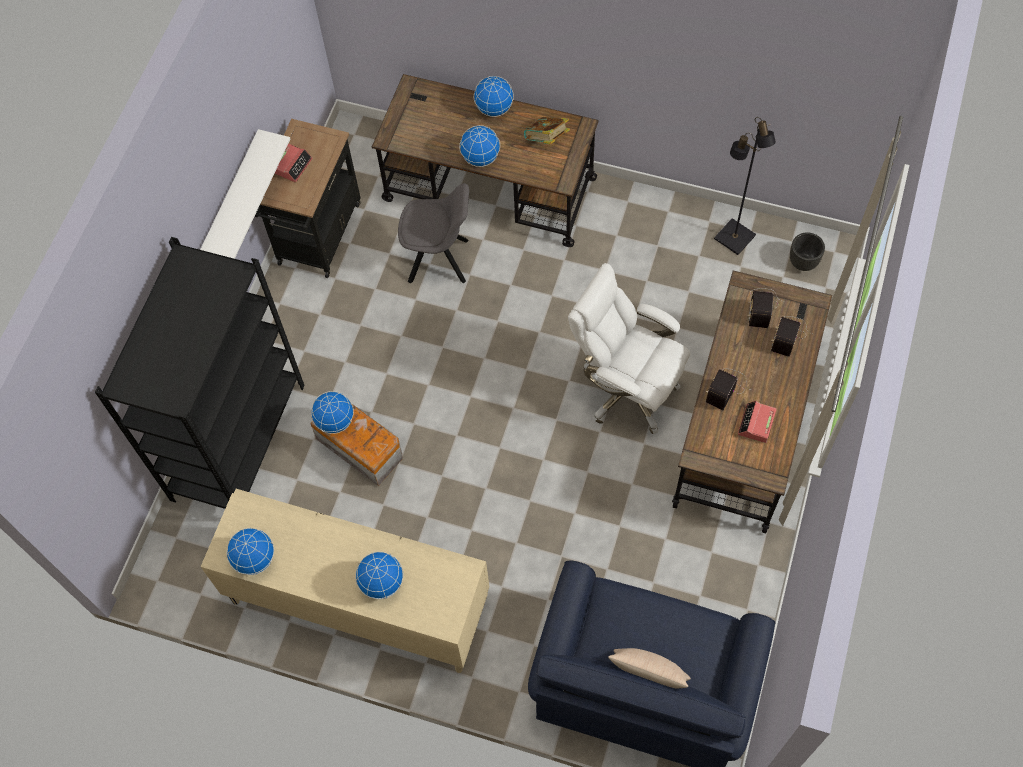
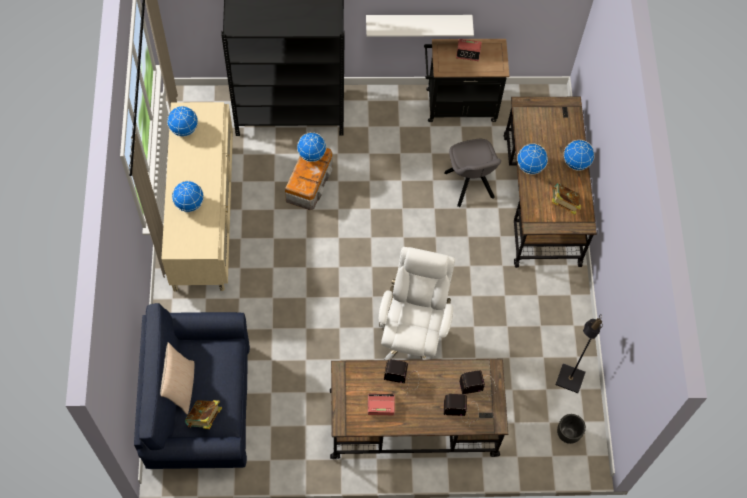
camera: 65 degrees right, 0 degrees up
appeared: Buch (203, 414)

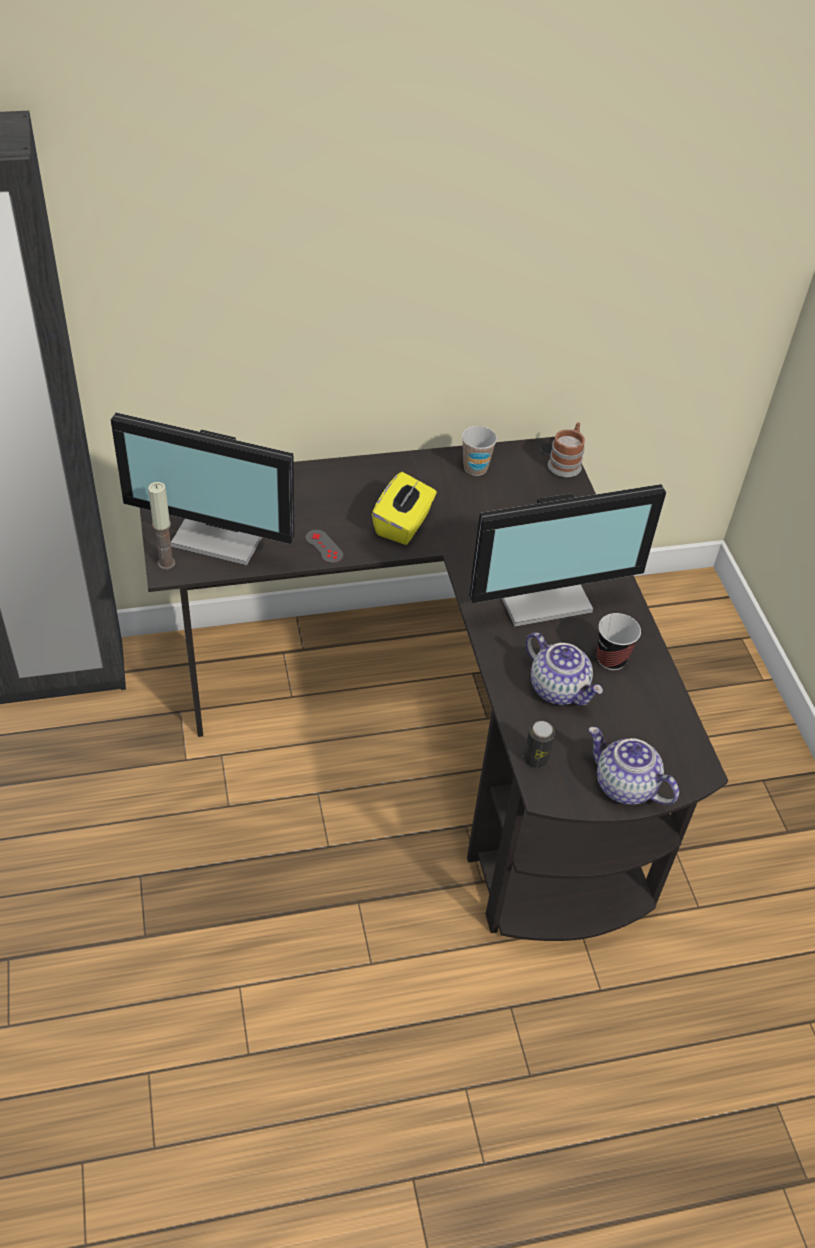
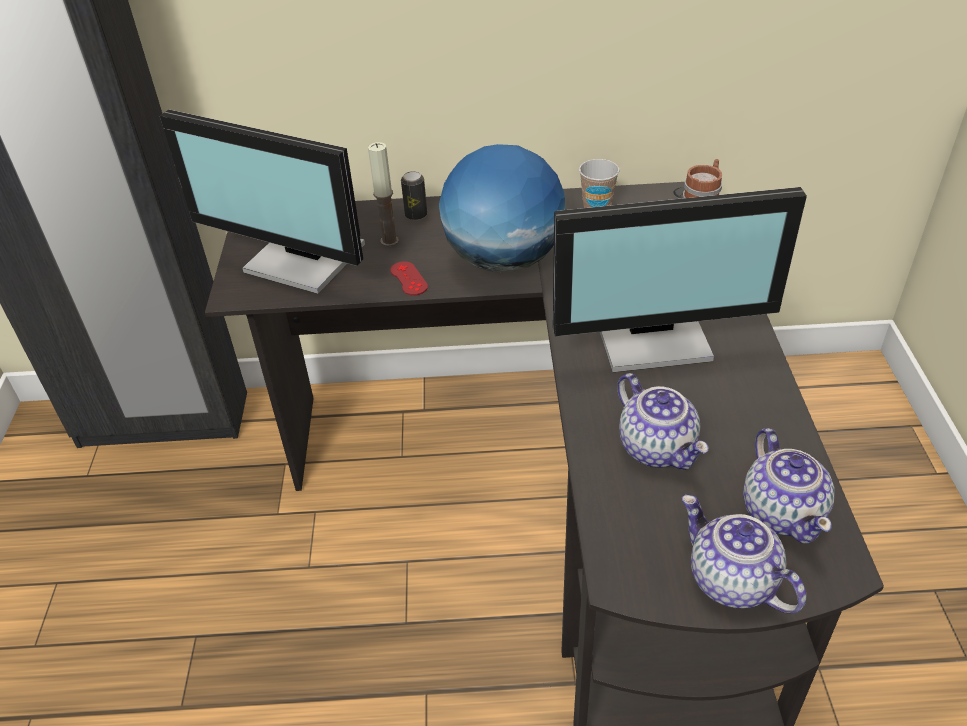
camera: 15 degrees right, 5 degrees down
missing: Tasse (619, 641)
appeared: Teekanne (789, 486)
relocated: Kerze (161, 526) to (383, 194); Dose (539, 744) to (414, 195)
exchanged: Taschentuchbox [gelb] (404, 508) to Globus (502, 208)
colour: Gamepad [grau] (324, 546) to Gamepad [rot] (409, 278)

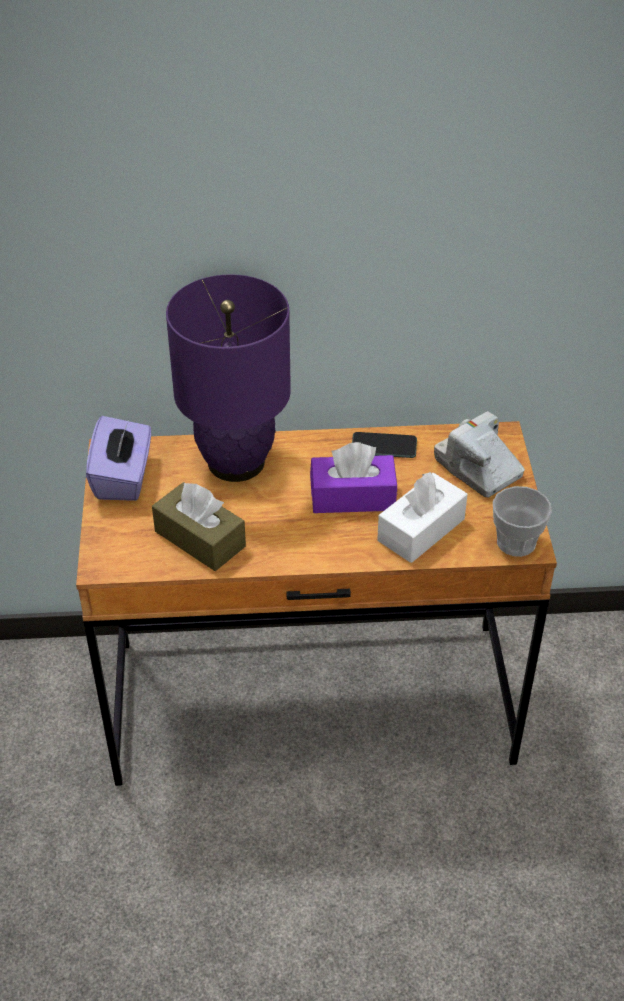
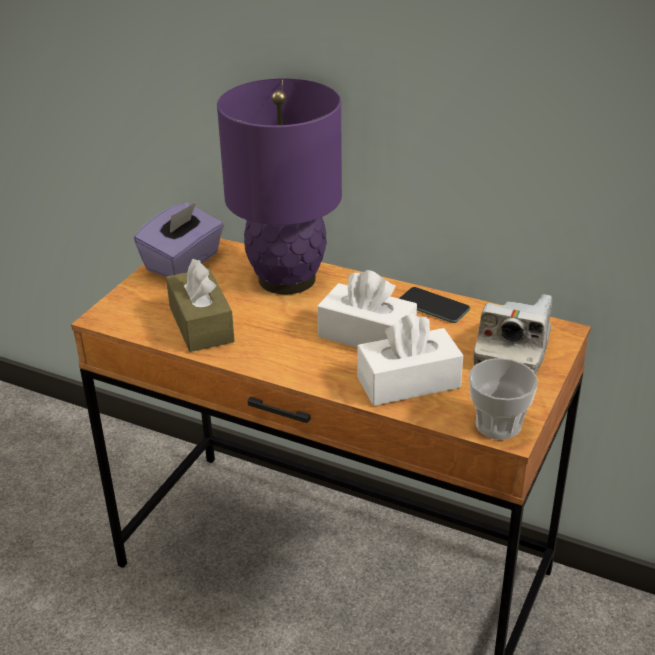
camera: 30 degrees right, 10 degrees down
colour: Taschentuchbox [lila] (353, 477) to Taschentuchbox [weiß] (367, 309)
spun: Kamera (479, 454) = (513, 334) 150 degrees counterclockwise

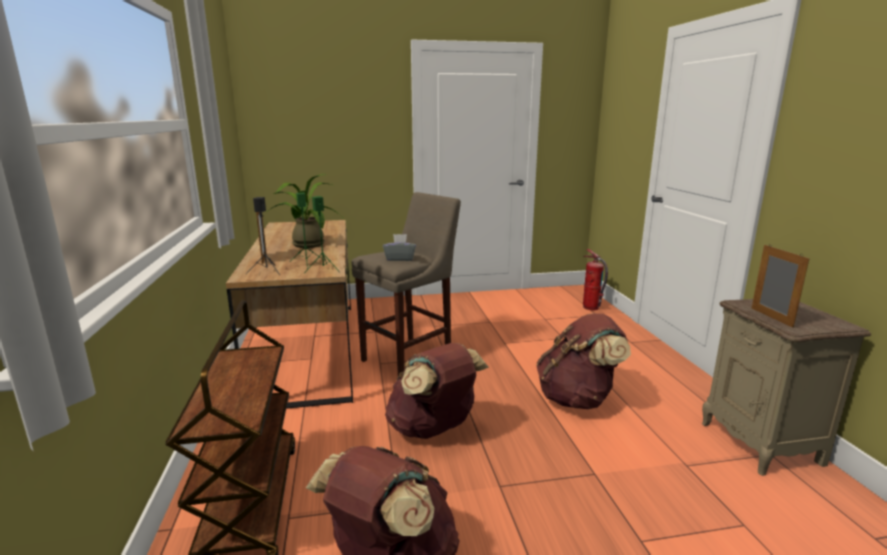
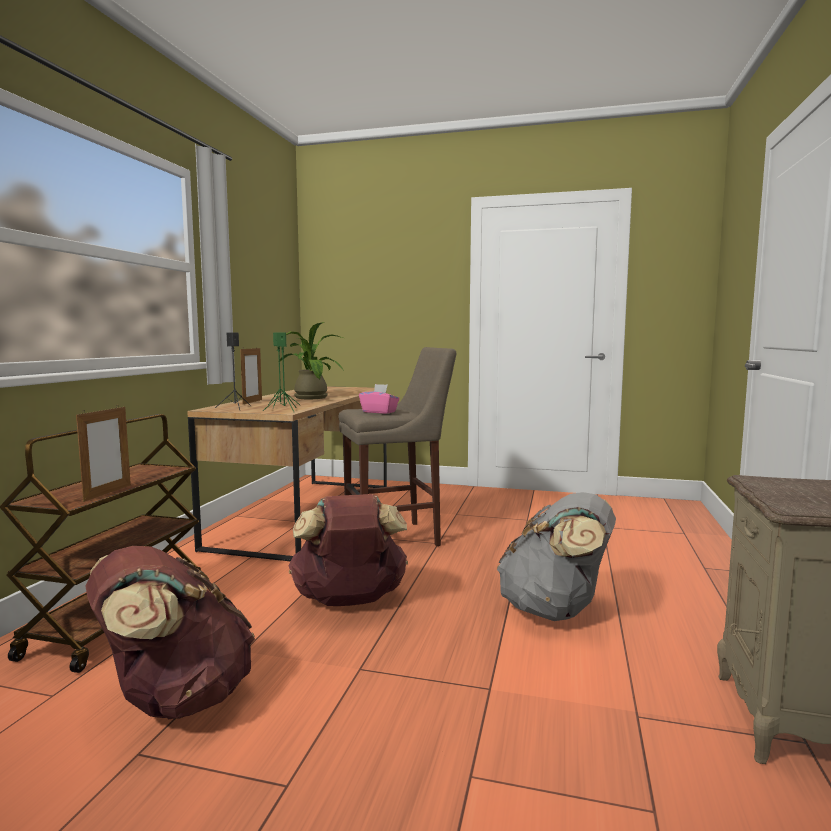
camera: 25 degrees right, 10 degrees down
missing: Feuerlöscher (595, 279)
relocated: Bilderrahmen (781, 286) to (103, 453)
colour: Taschentuchbox [grau] (399, 247) to Taschentuchbox [rosa] (379, 399); Rucksack [braun] (583, 361) to Rucksack [grau] (556, 556)

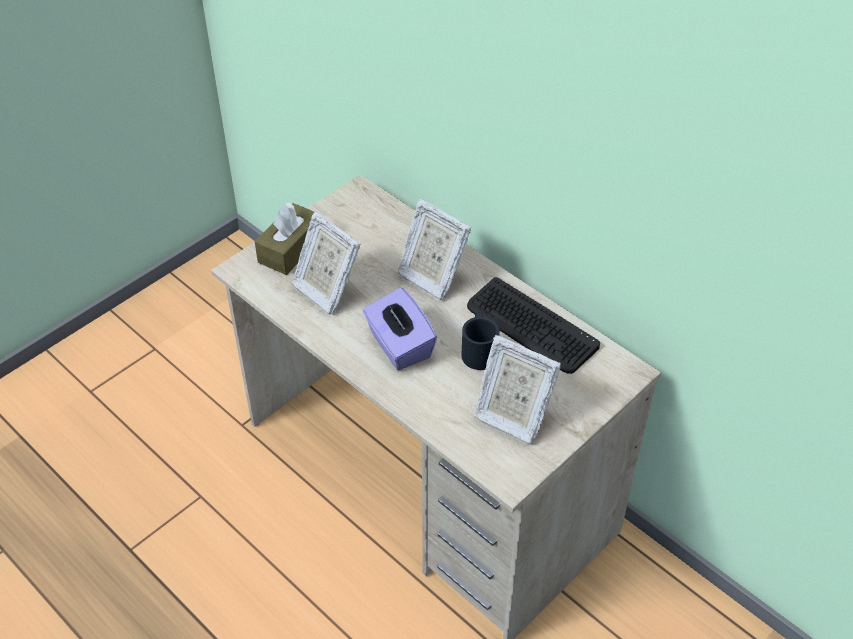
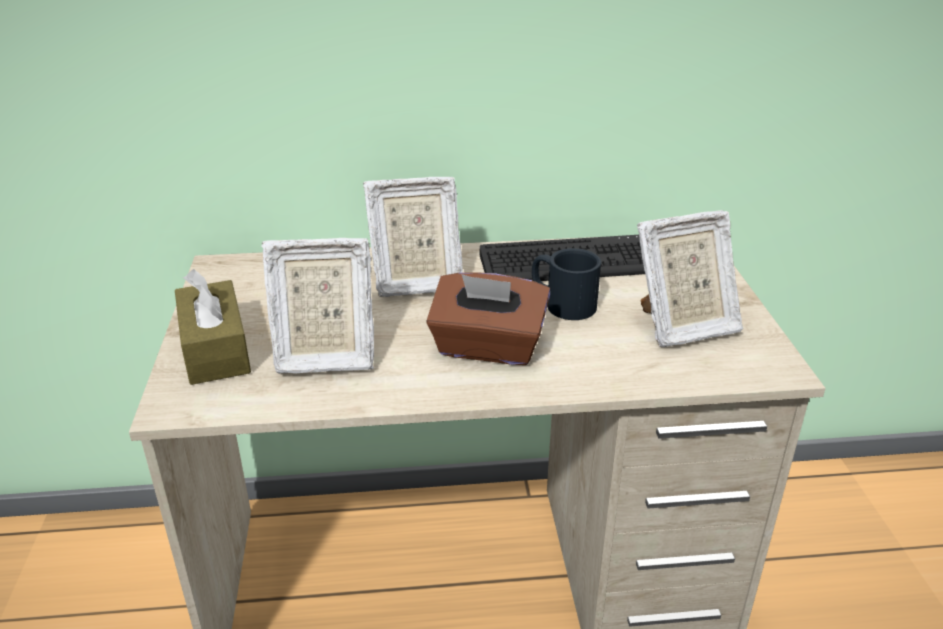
camera: 50 degrees left, 15 degrees down
colour: Taschentuchbox [lila] (400, 329) to Taschentuchbox [braun] (488, 318)

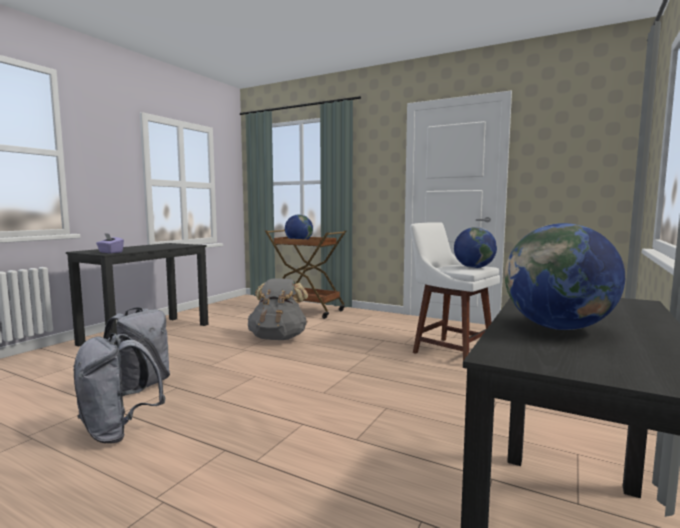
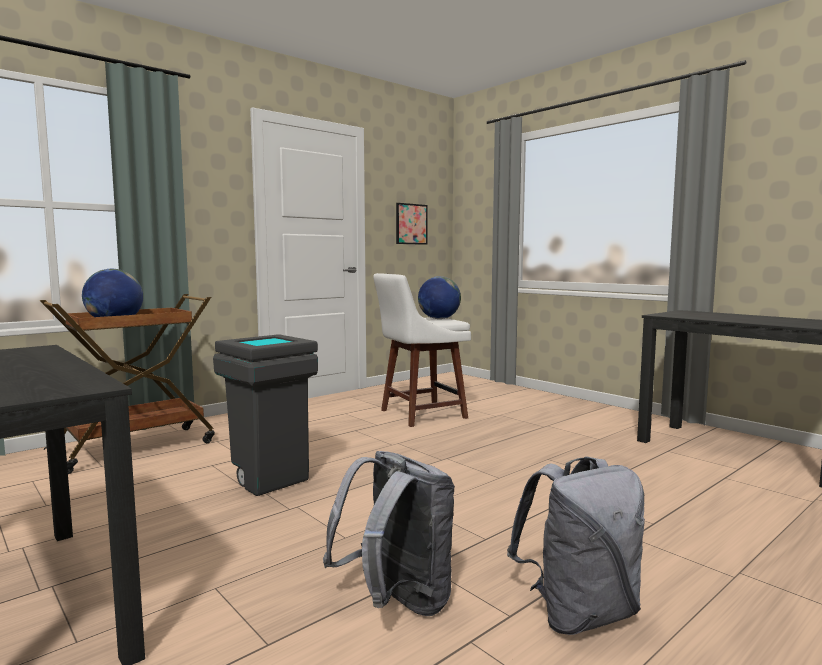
camera: 70 degrees left, 0 degrees up
missing: Taschentuchbox [lila] (110, 243); Globus (565, 276)
appeared: Bild (412, 224)
exchanged: Rucksack [grau] (278, 309) to Mülleimer [grau] (265, 415)

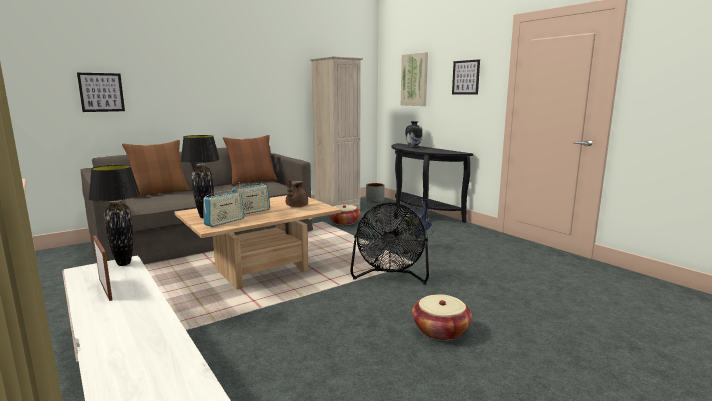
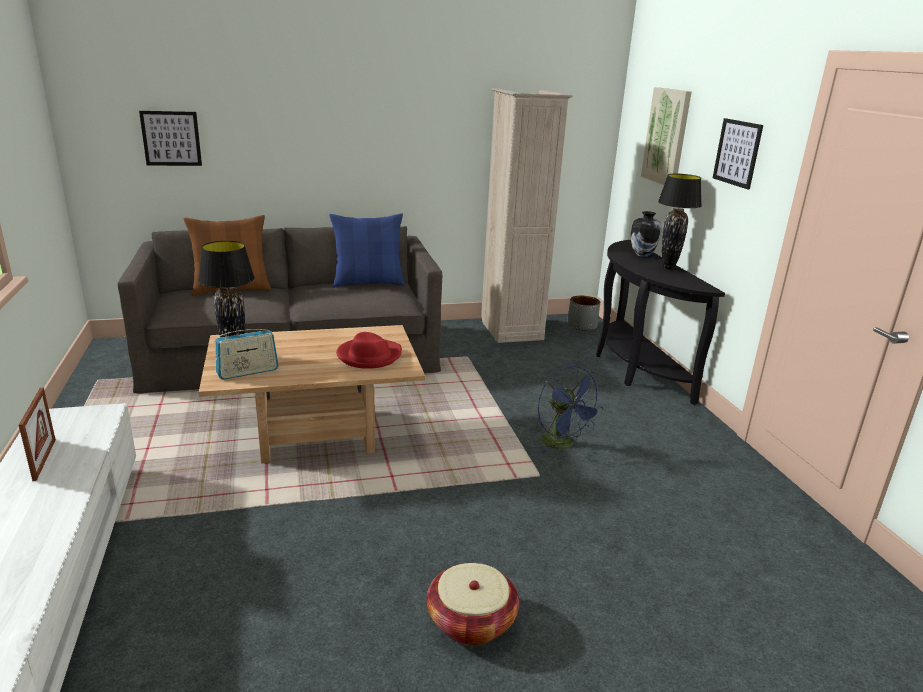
camera: 20 degrees right, 10 degrees up
missing: Radio (251, 198); Korb (344, 214); Ventilator [schwarz] (389, 244)
relocated: Tischlampe [schwarz] (114, 215) to (680, 222)
exchanged: Teekanne [braun] (297, 193) to Hut [rot] (369, 350)
colour: Kissen [braun] (250, 160) to Kissen [blau] (367, 250)

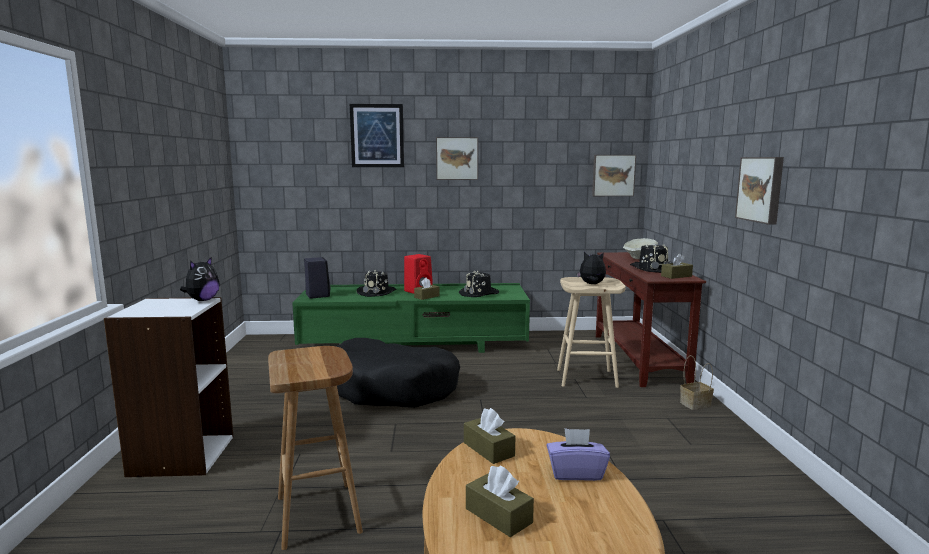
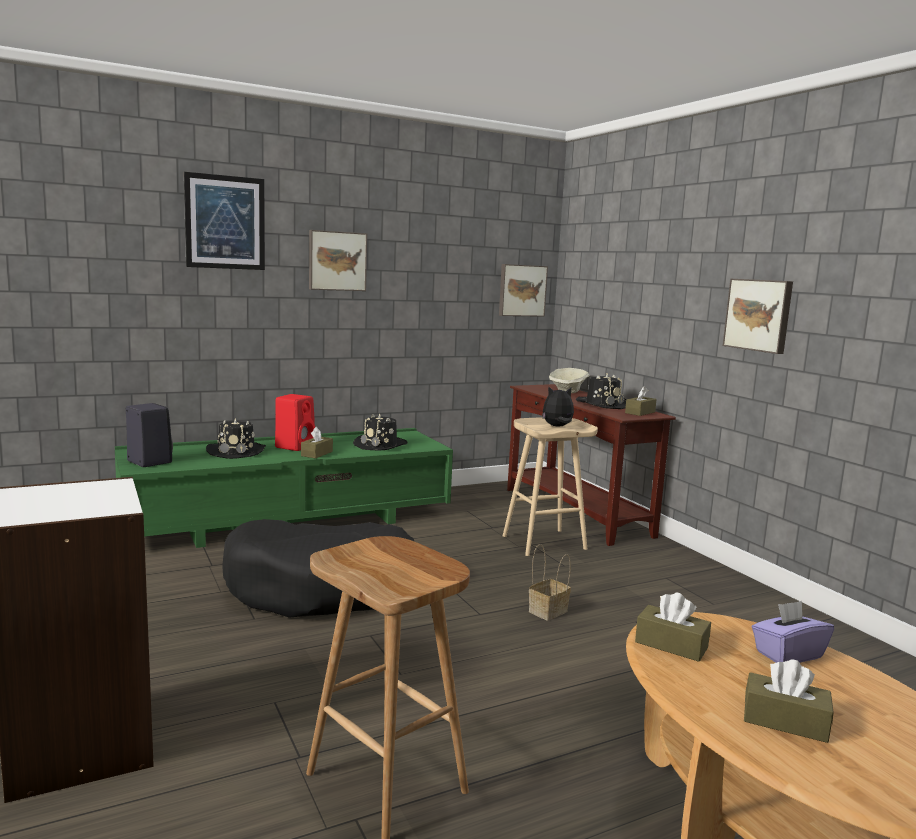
camera: 25 degrees left, 0 degrees up
missing: Plüschtier (200, 279)
relocated: Korb (697, 382) to (550, 582)

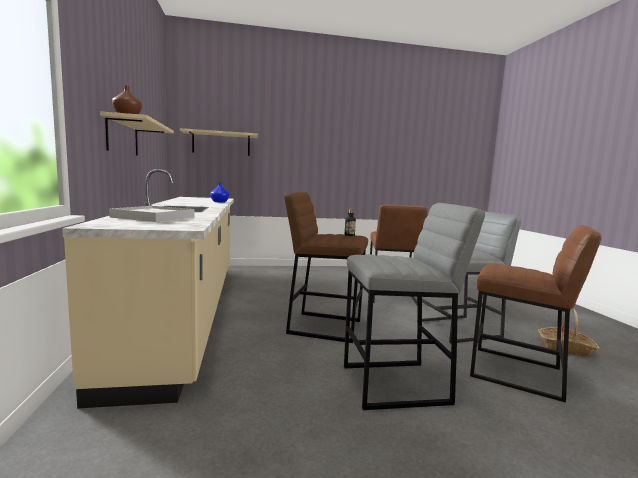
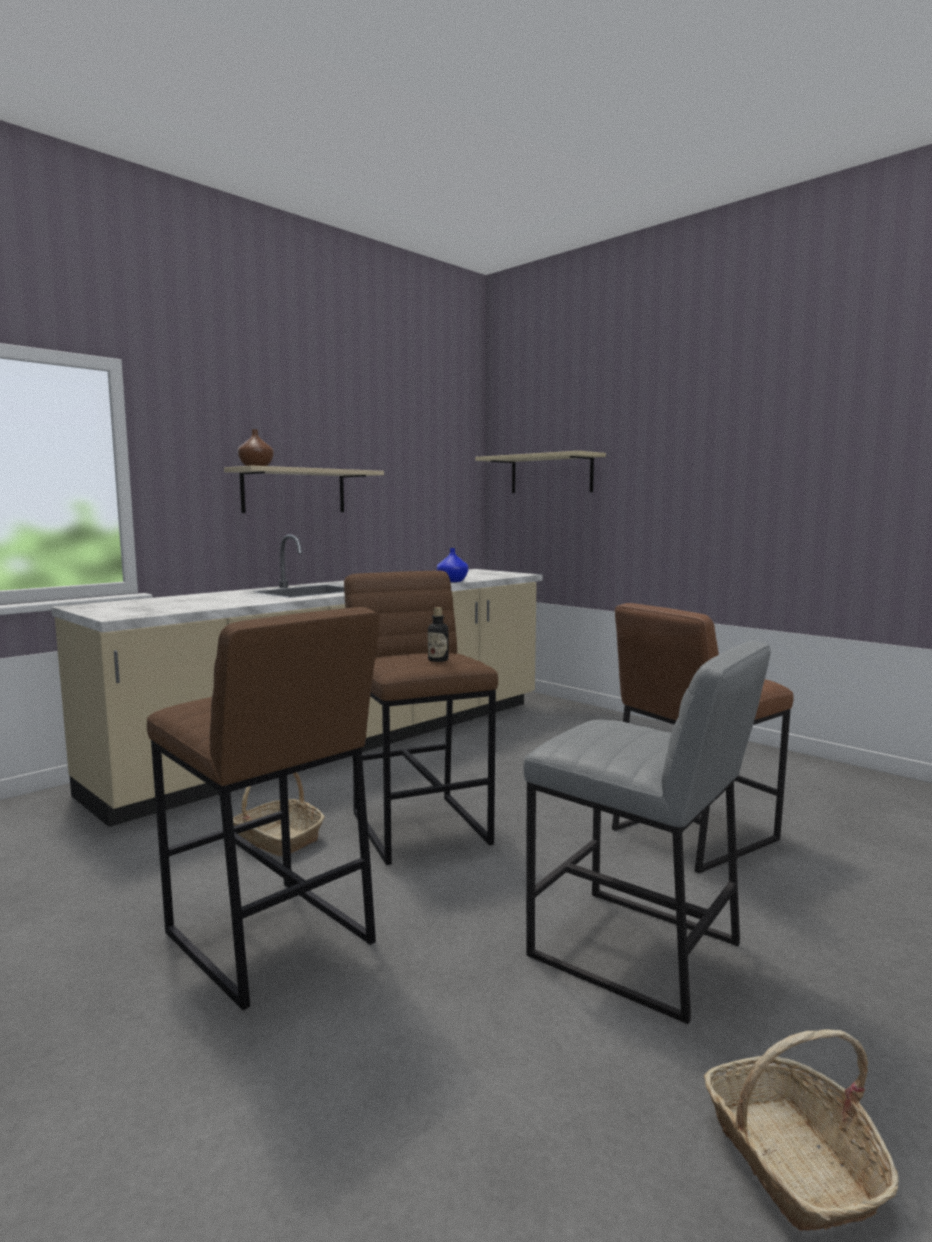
camera: 55 degrees right, 0 degrees up
missing: Tablett [weiß] (152, 214); Stuhl [braun] (536, 313)
appeared: Korb (279, 814)
colour: Hocker [grau] (414, 306) to Hocker [braun] (263, 808)

